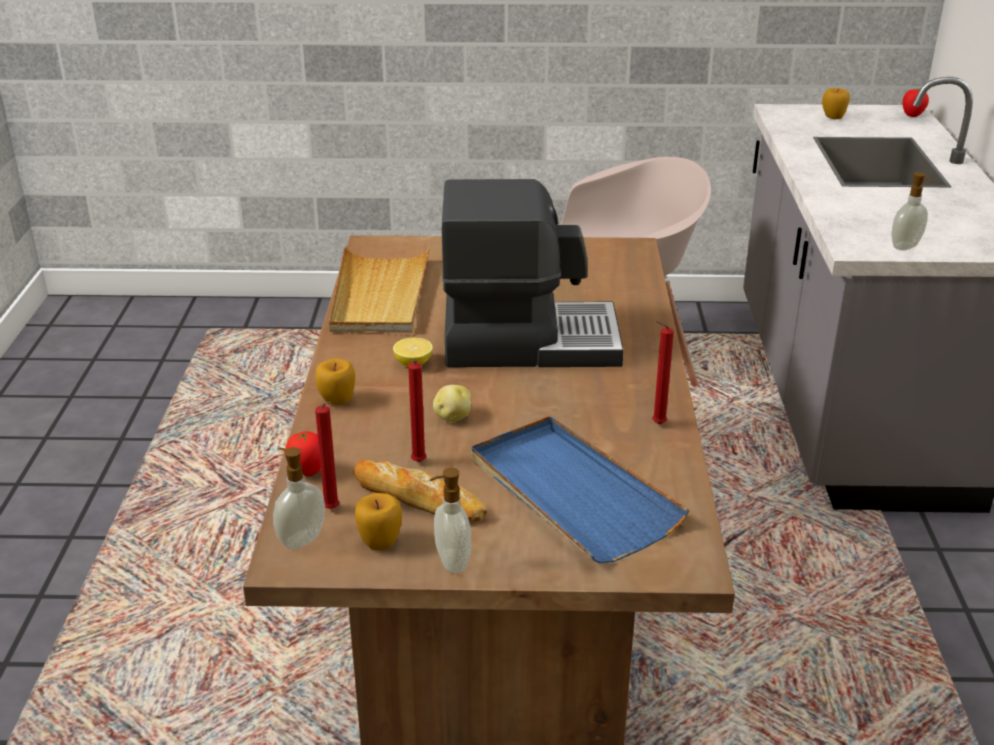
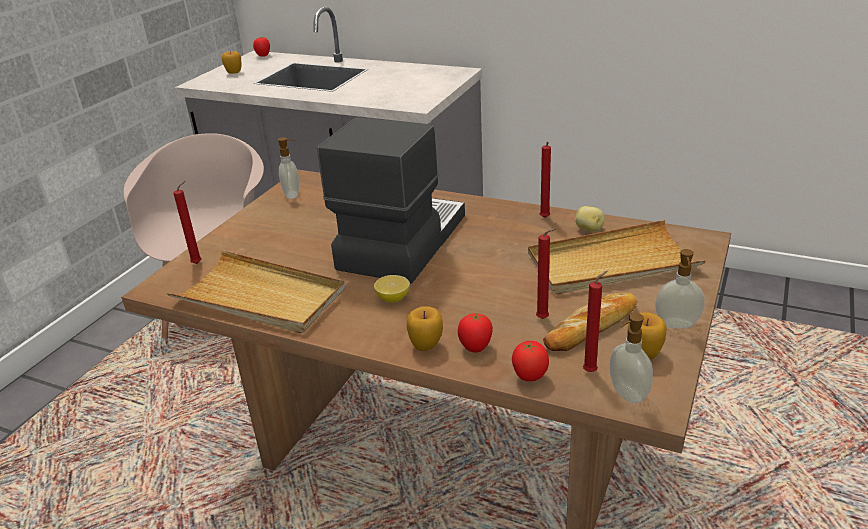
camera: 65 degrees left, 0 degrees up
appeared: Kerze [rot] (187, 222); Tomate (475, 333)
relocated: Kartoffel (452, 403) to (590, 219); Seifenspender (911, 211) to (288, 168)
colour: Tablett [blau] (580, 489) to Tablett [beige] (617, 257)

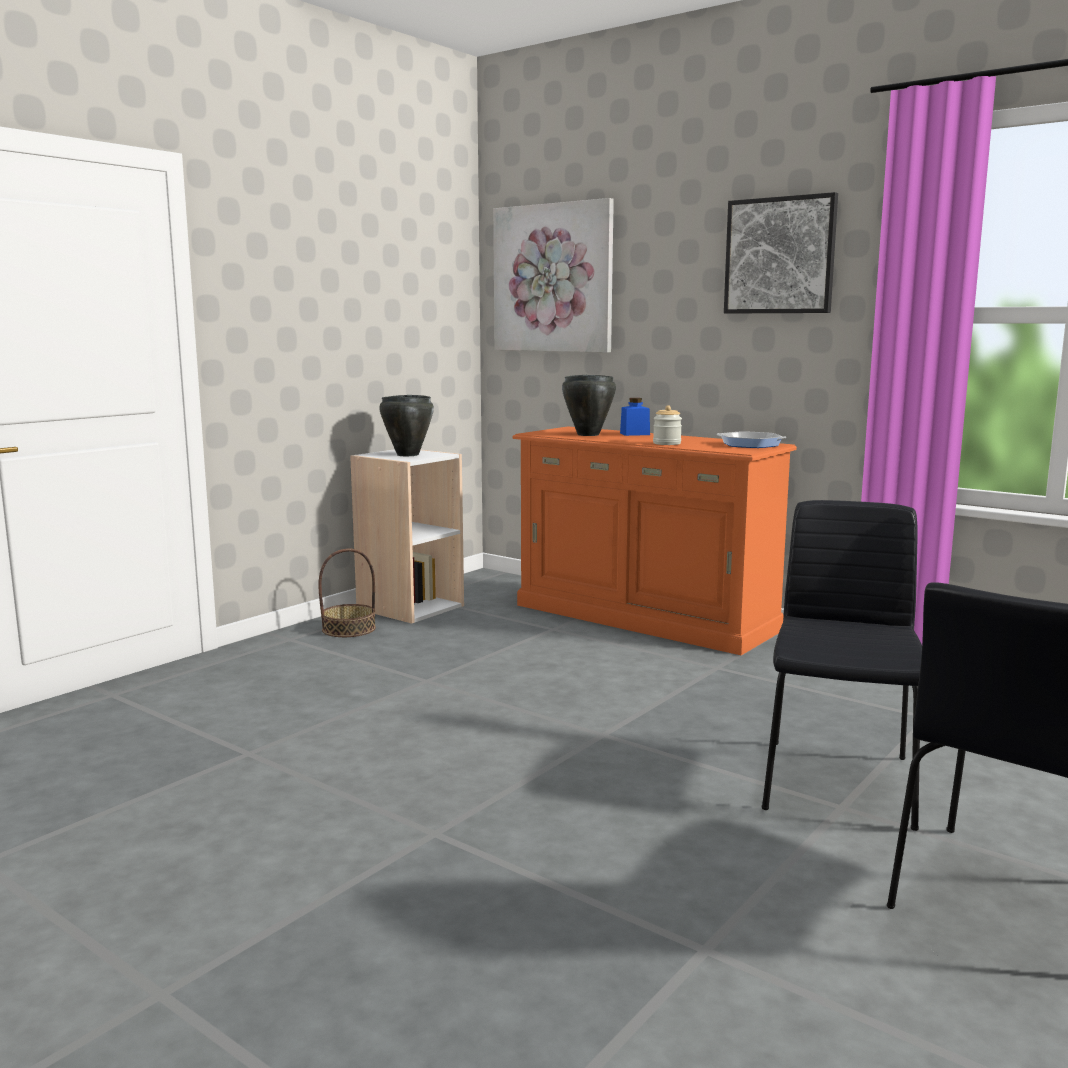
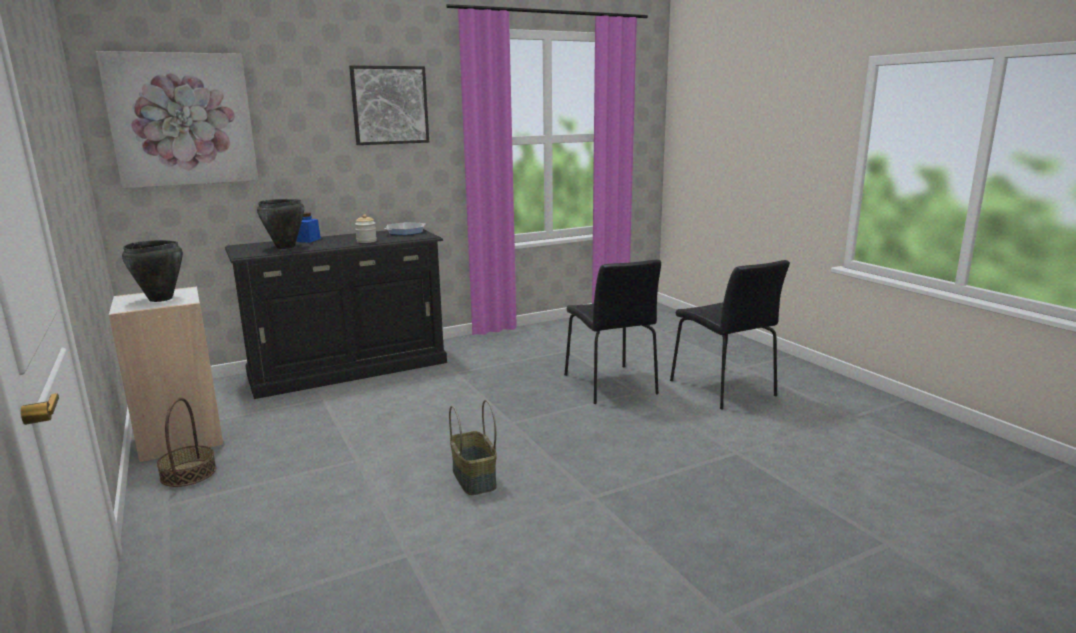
camera: 65 degrees left, 5 degrees up
appeared: Korb (473, 447)
colour: Schrank [orange] (654, 541) to Schrank [schwarz] (336, 314)
spun: Stuhl [schwarz] (842, 665) = (612, 332) 150 degrees counterclockwise

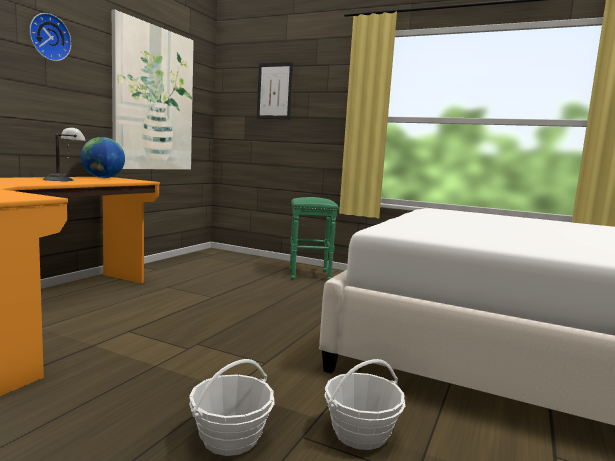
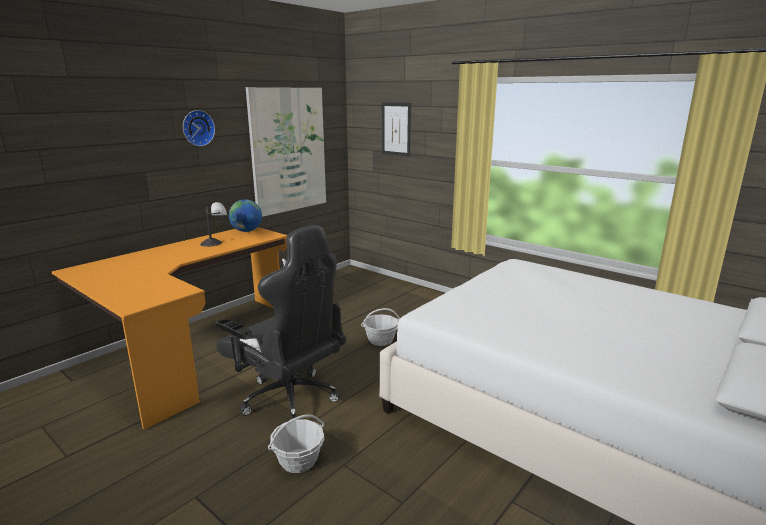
camera: 15 degrees right, 10 degrees up
missing: Hocker [grün] (314, 239)
appeared: Bürostuhl [schwarz] (280, 322)
relocated: Korb (365, 404) to (380, 327)

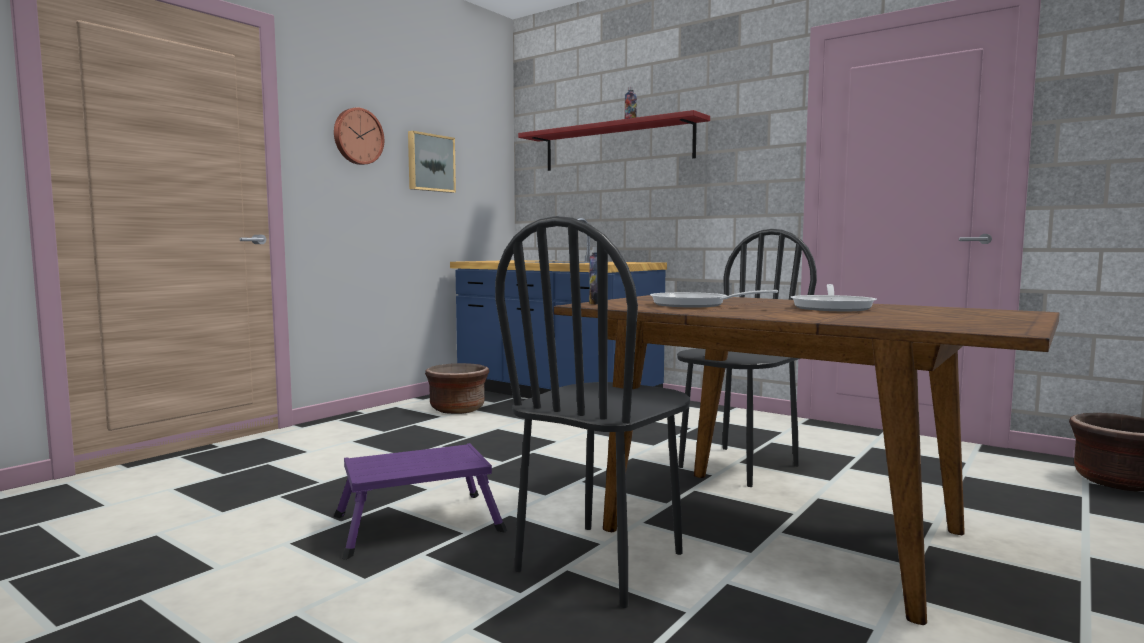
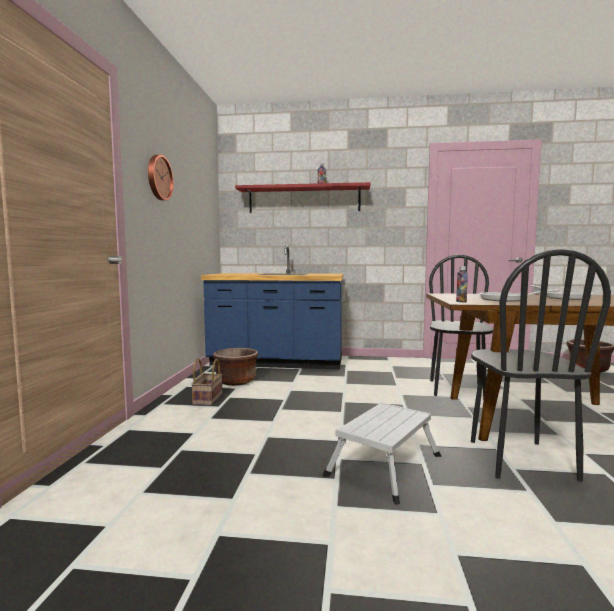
camera: 30 degrees left, 0 degrees up
missing: Bild (432, 162)
appeared: Korb (207, 382)
colour: Trittleiter [lila] (420, 501) to Trittleiter [weiß] (382, 453)

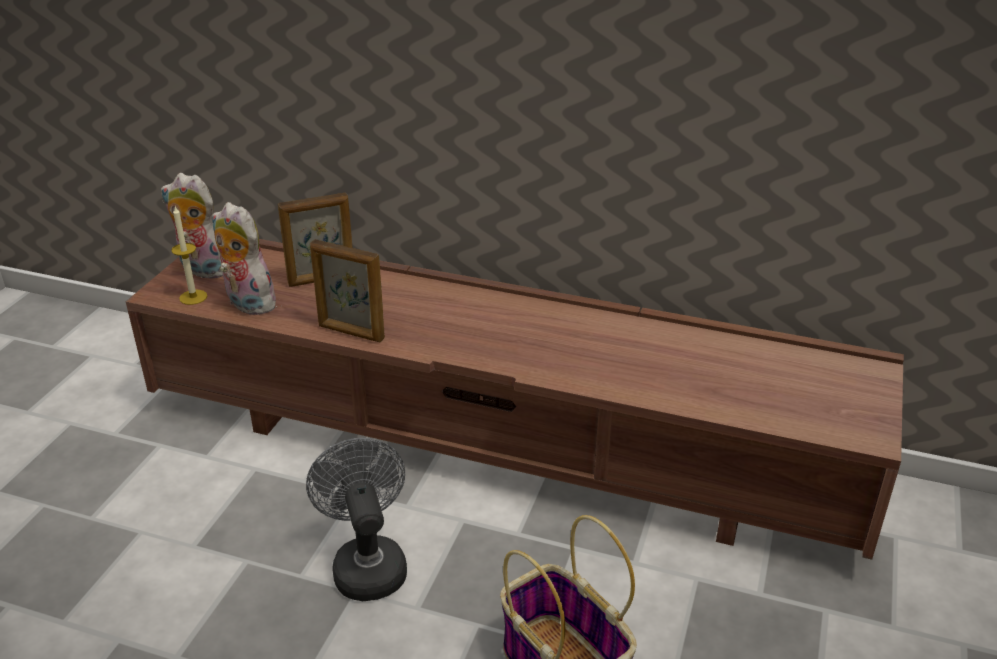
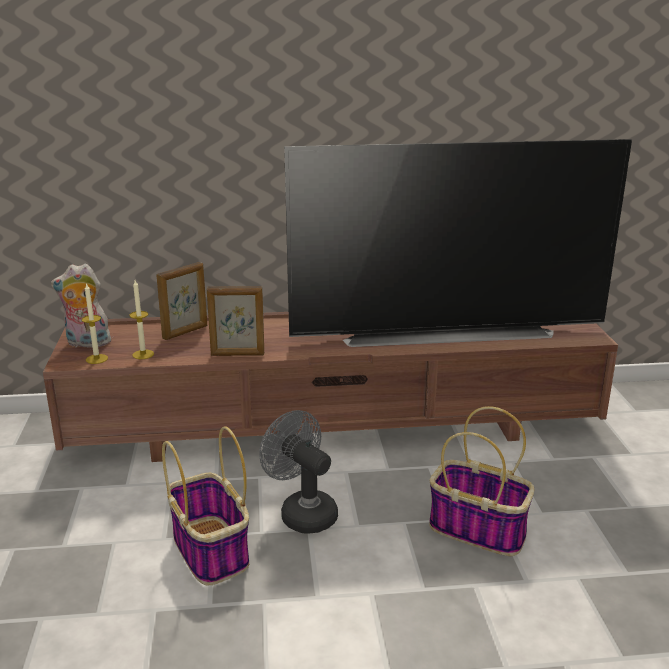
camera: 25 degrees left, 10 degrees down
appeared: Korb (205, 506); Fernseher (458, 243)
exchanged: Plüschtier (246, 258) to Kerze (141, 319)

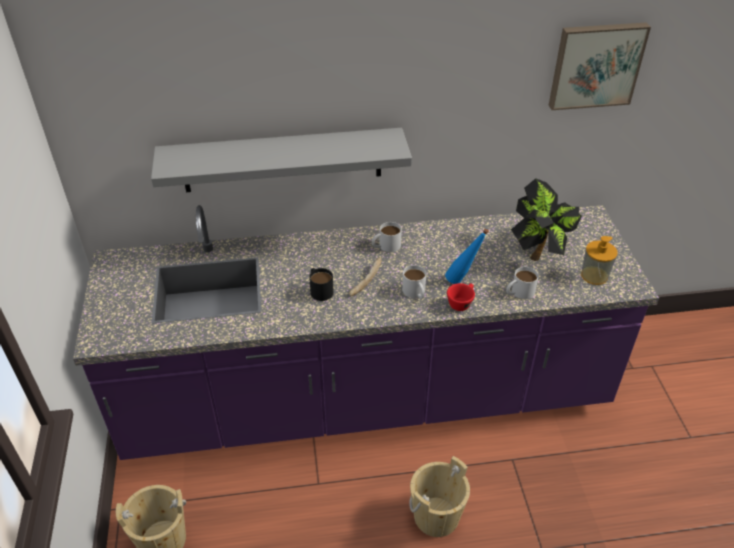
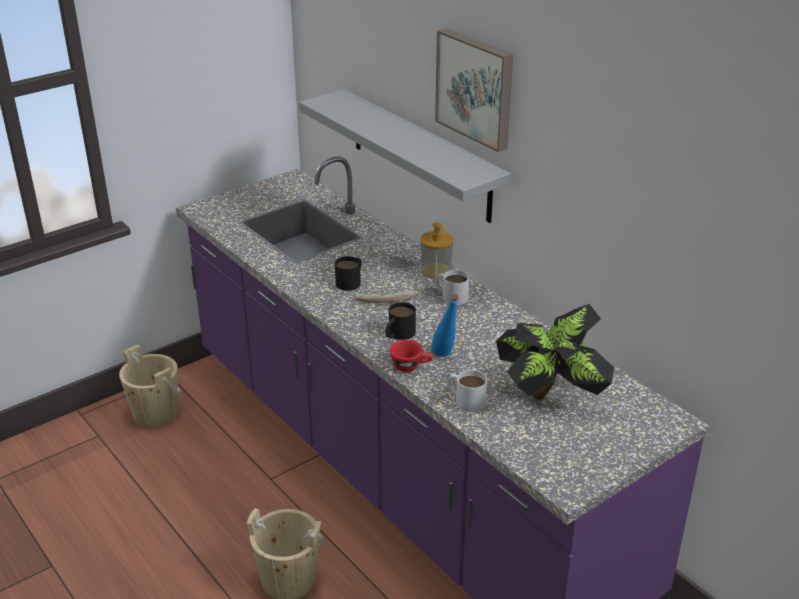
camera: 60 degrees right, 10 degrees down
relocated: Bild (600, 66) to (474, 90); Seifenspender (599, 260) to (436, 250)
colour: Henkelbecher [weiß] (414, 282) to Henkelbecher [schwarz] (400, 321)

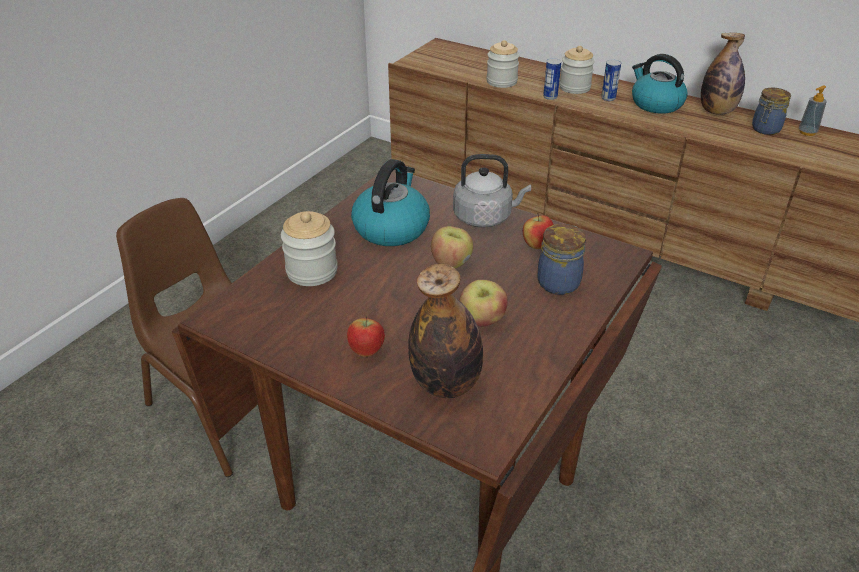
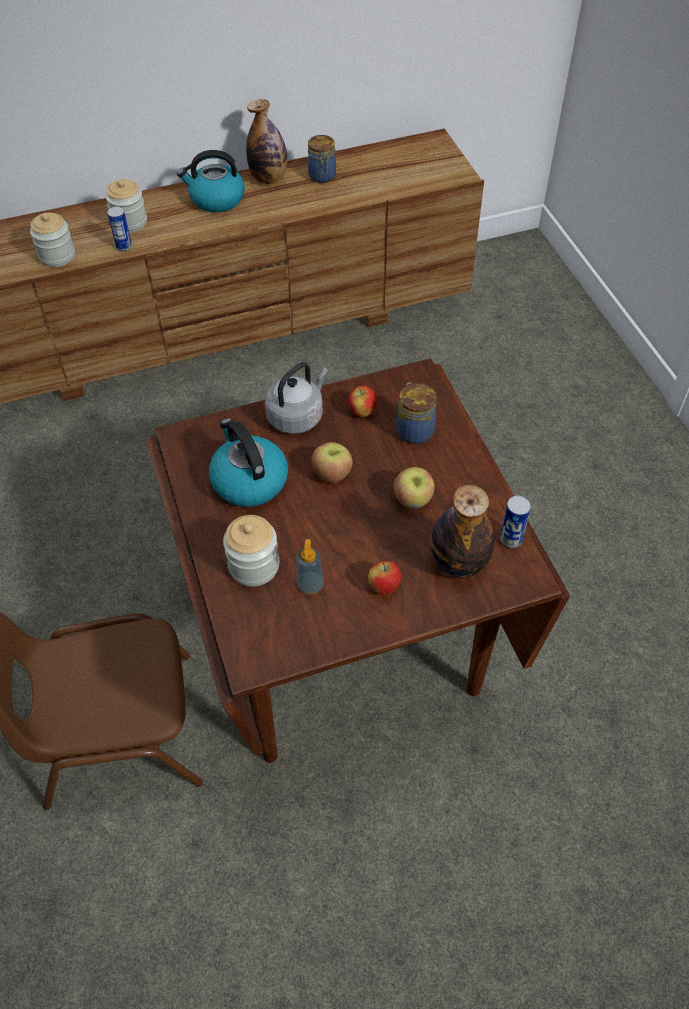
camera: 50 degrees left, 15 degrees up
relocated: Dose (611, 80) to (515, 522); Seifenspender (813, 111) to (310, 567)

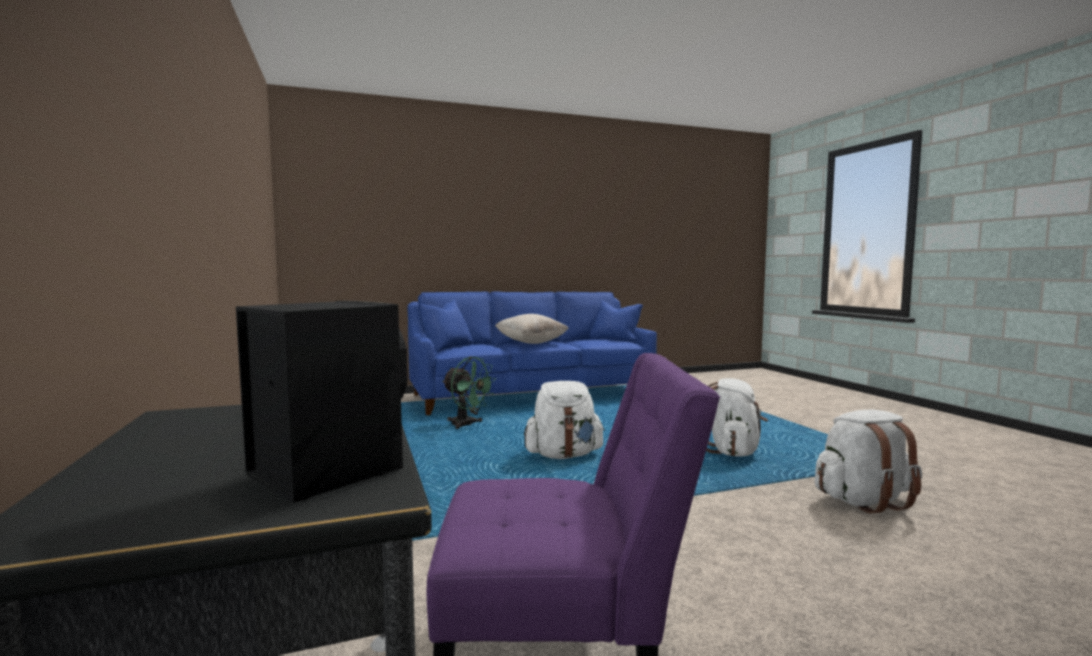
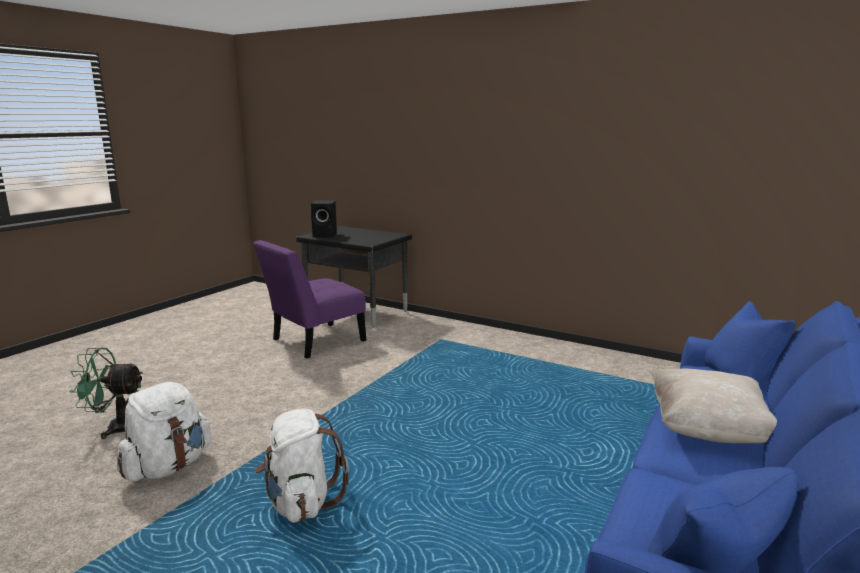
camera: 140 degrees right, 10 degrees up
missing: Rucksack [weiß] (564, 420)
relocated: Ventilator [grün] (469, 392) to (106, 393)

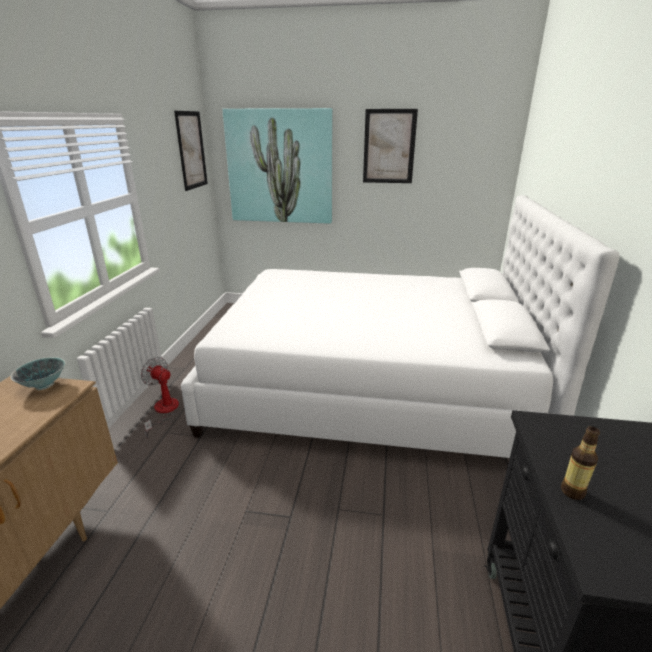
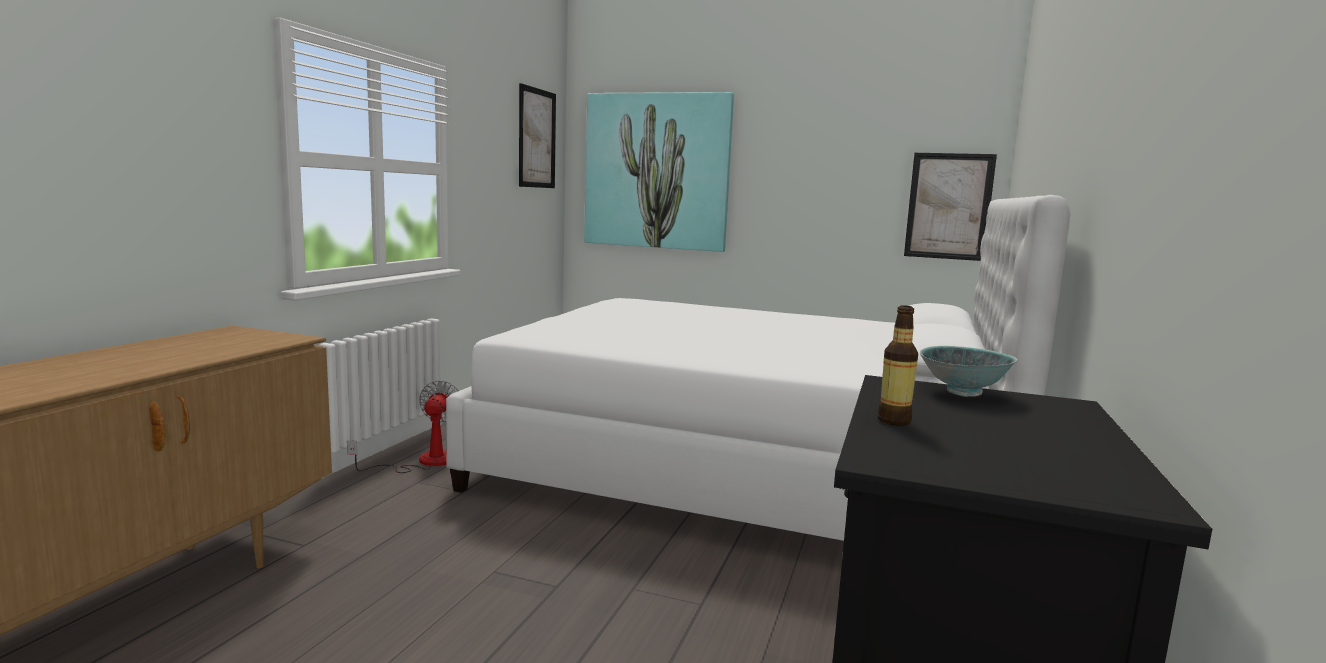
camera: 10 degrees right, 15 degrees down
relocated: Schüssel (38, 373) to (968, 371); Bild (390, 146) to (950, 207)
spun: Ventilator (160, 397) = (403, 426) 45 degrees clockwise

